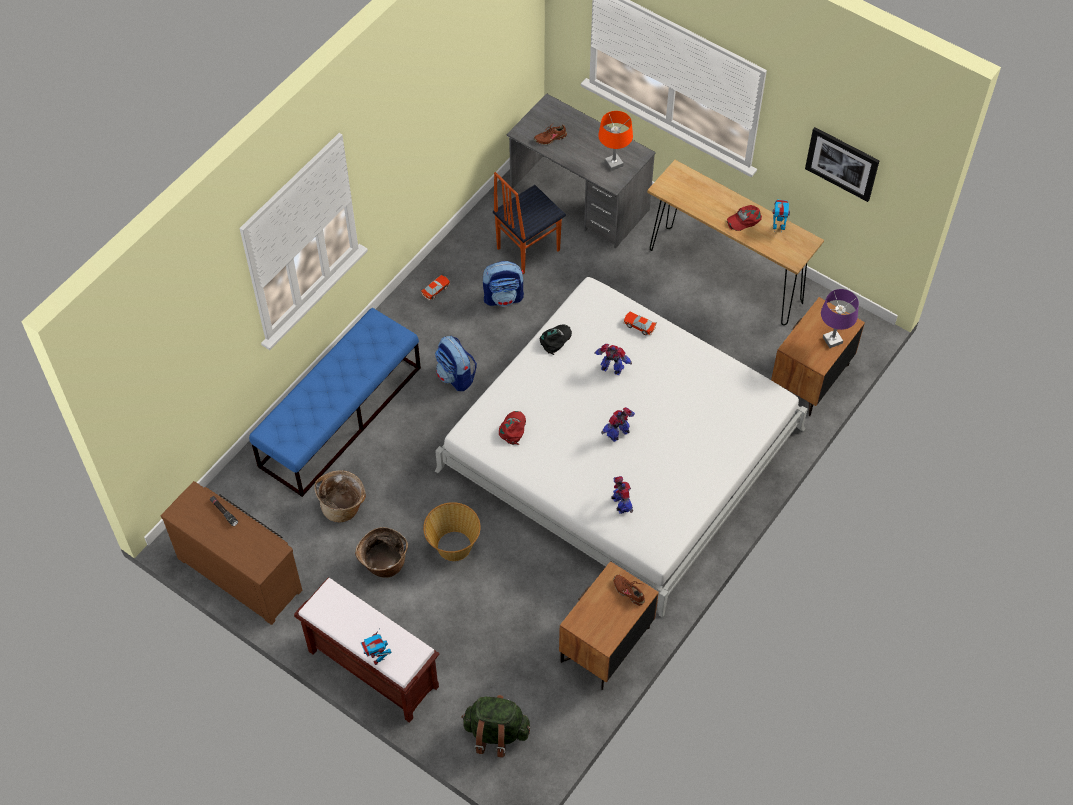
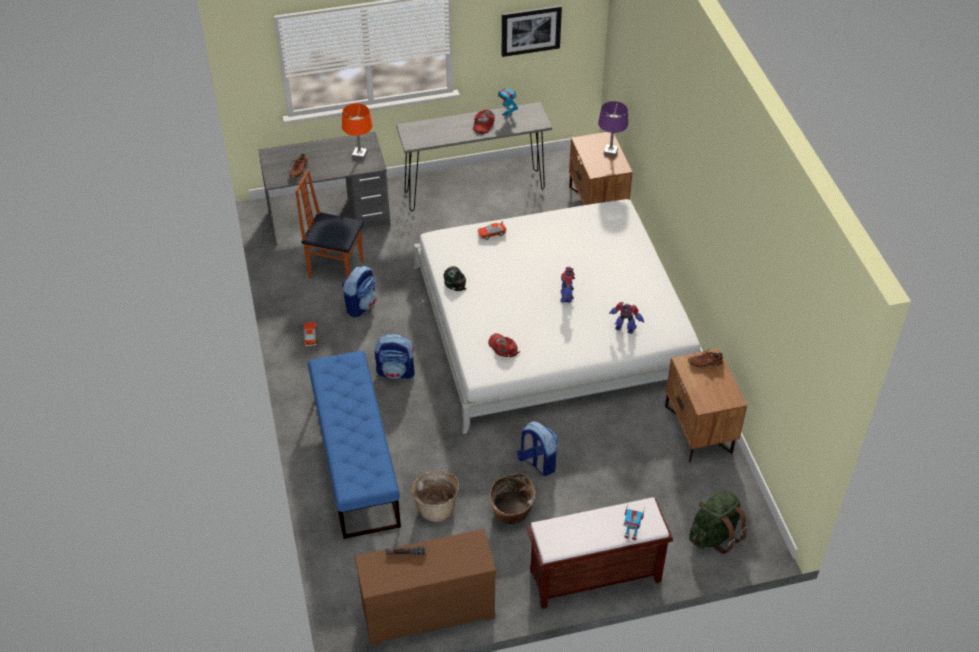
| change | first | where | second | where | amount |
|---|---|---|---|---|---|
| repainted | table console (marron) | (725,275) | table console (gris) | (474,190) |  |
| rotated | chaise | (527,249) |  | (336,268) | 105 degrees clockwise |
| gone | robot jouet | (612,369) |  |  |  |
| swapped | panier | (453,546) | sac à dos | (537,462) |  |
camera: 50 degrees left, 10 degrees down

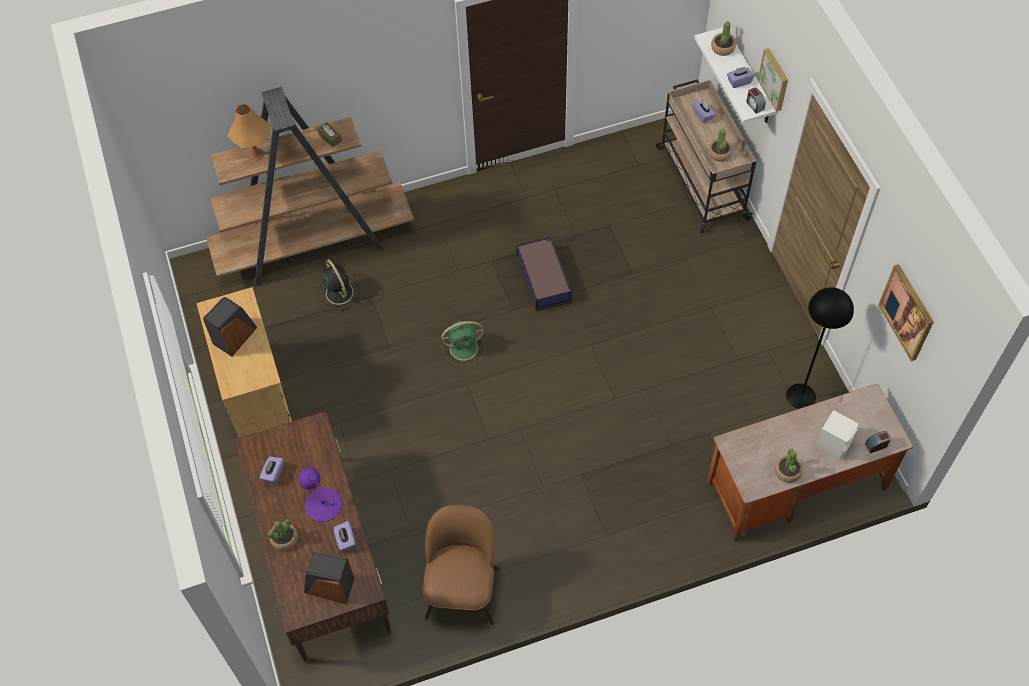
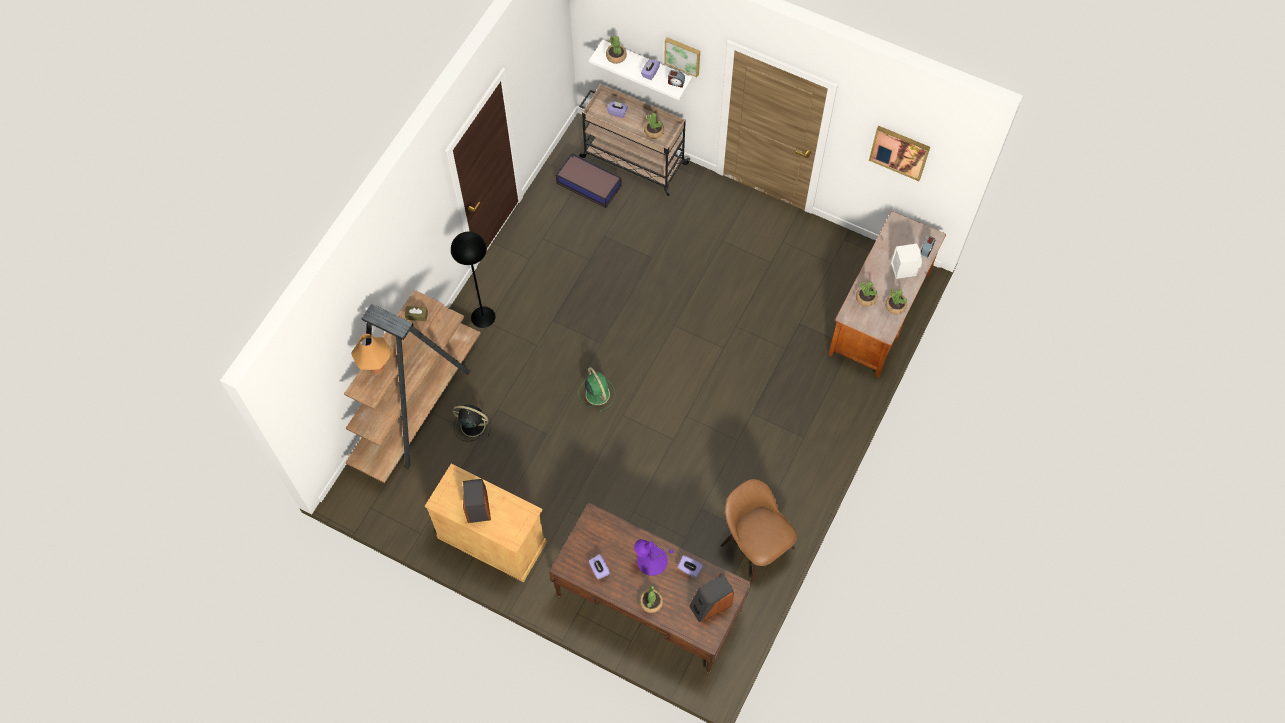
| change | first | where | second | where | amount |
|---|---|---|---|---|---|
| shifted | boîte de rangement | (543,277) |  | (588,184) |  |
| shifted | lampadaire (noir) | (800,396) |  | (483,317) |  |
| rotated | ventilateur (vert) | (465,348) |  | (597,393) | 60 degrees counterclockwise |
| new |  |  | plante en pot | (866,298) |  |
camera: 45 degrees left, 5 degrees up

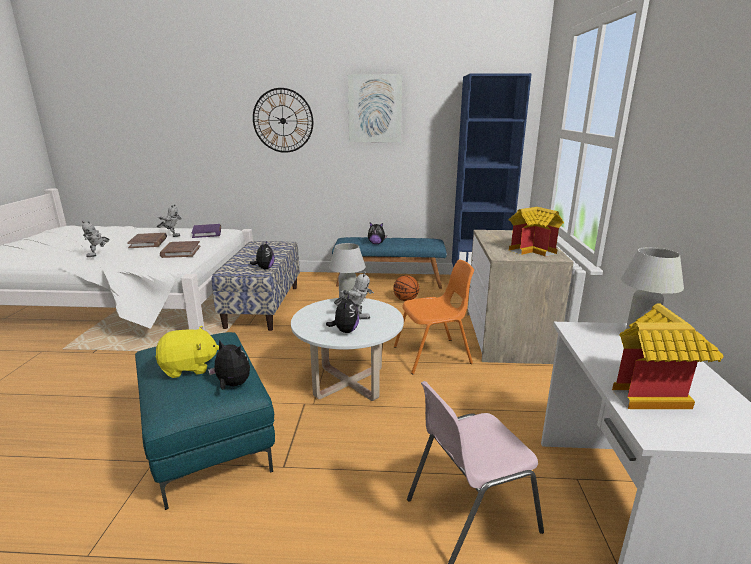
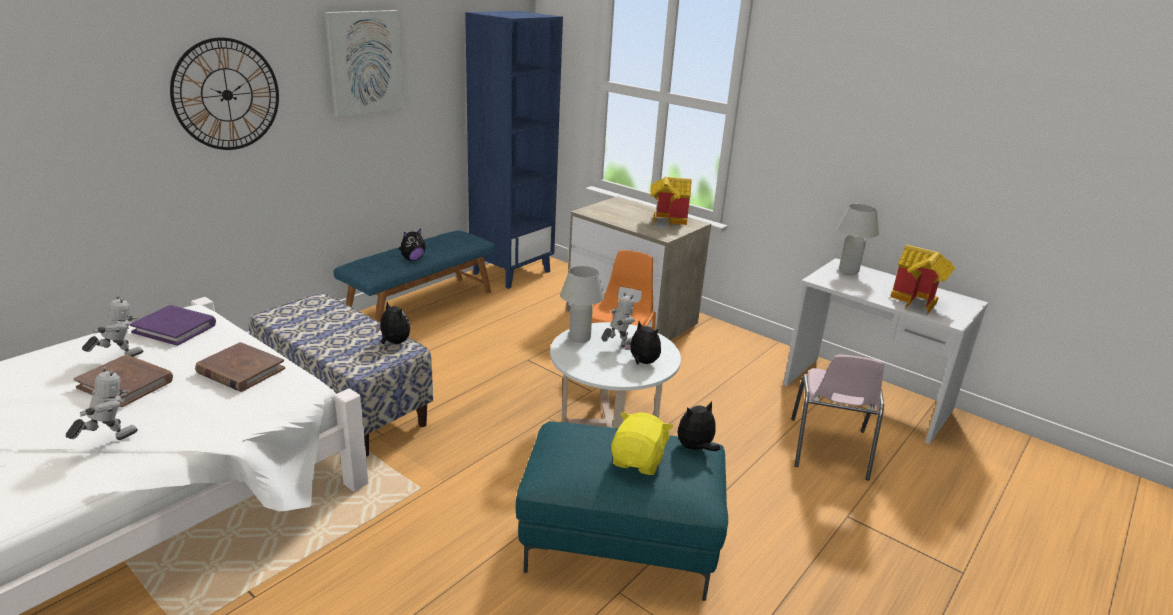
| change | first | where | second | where | amount |
|---|---|---|---|---|---|
| rotated | robot jouet | (99,255) |  | (109,440) | 105 degrees counterclockwise |
| gone | ballon de basket | (405,300) |  |  |  |
camera: 55 degrees left, 5 degrees up

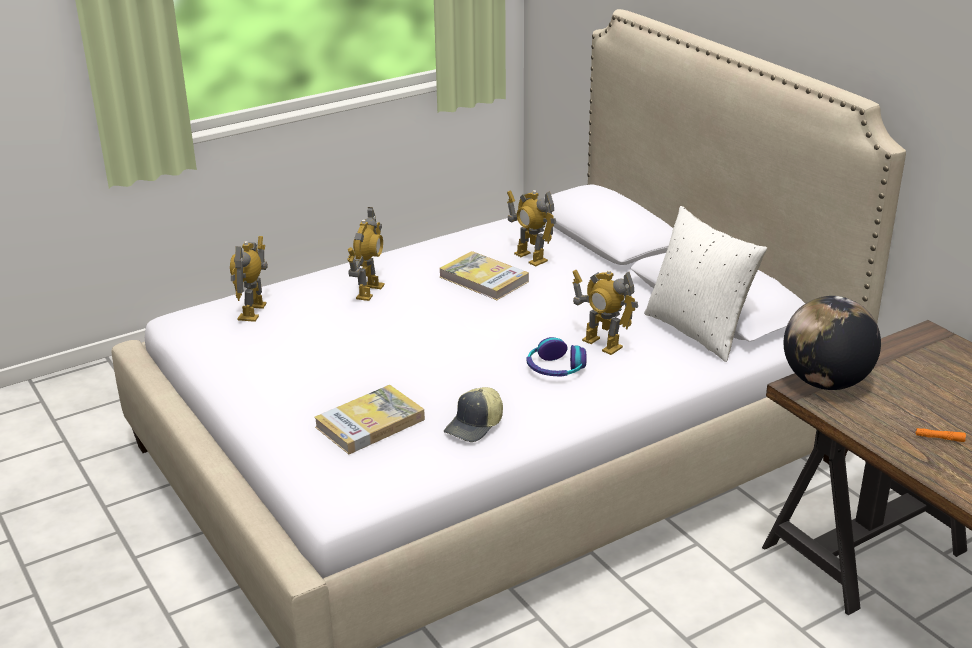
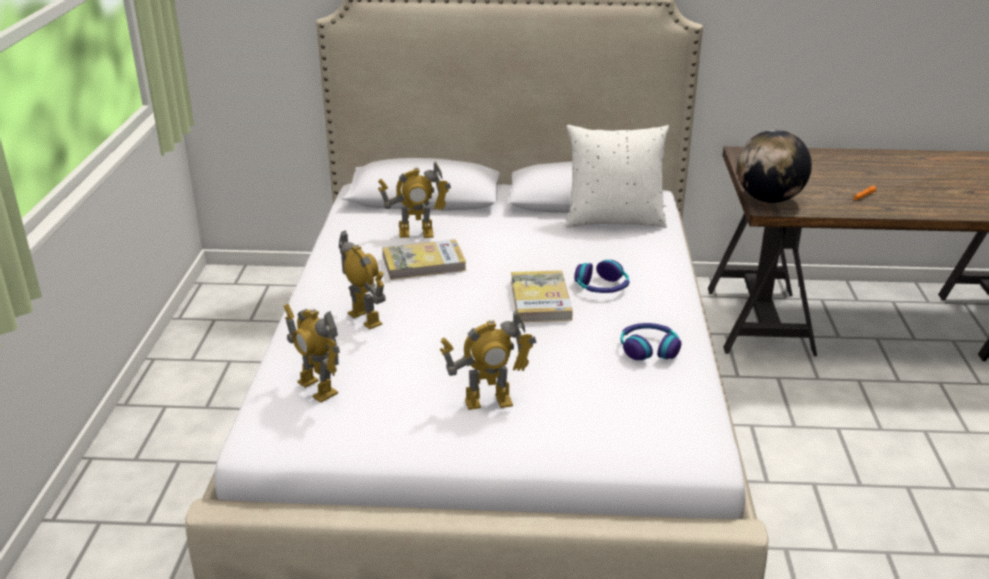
| change | first | where | second | where | amount |
|---|---|---|---|---|---|
| shifted | robot jouet | (602,344) |  | (488,402) |  |
| shifted | livre | (370,423) |  | (540,300) |  |
| swapped | casquette | (475,426) | casque audio | (649,349) |  |
camera: 55 degrees left, 0 degrees up

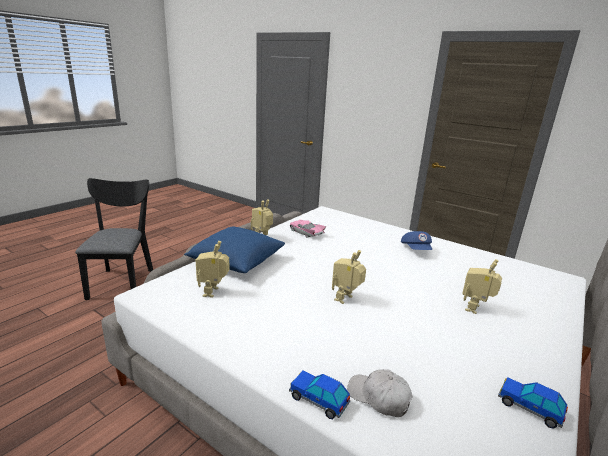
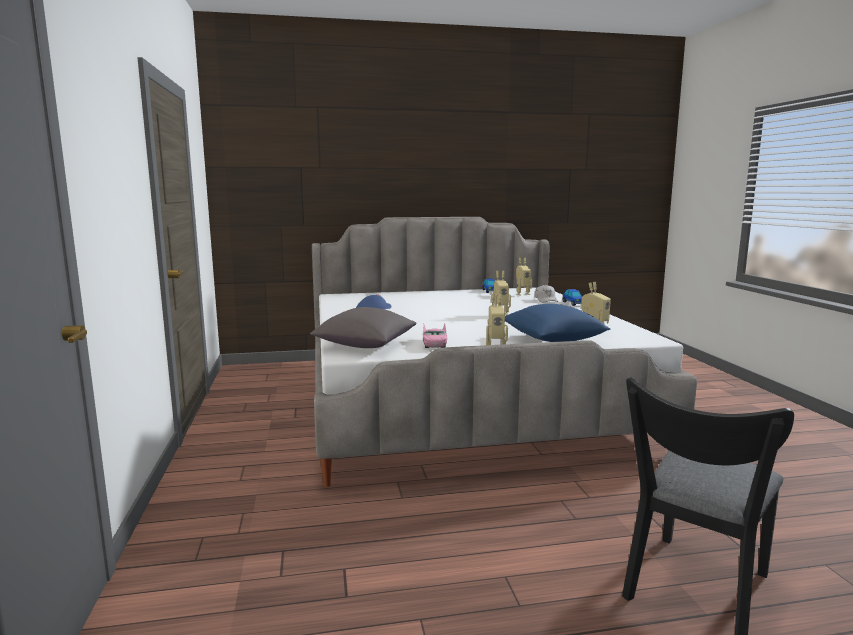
| change | first | where | second | where | amount |
|---|---|---|---|---|---|
| shifted | robot jouet | (475,309) |  | (522,294) |  |
| new |  |  | coussin (gris) | (365,345) |  |
camera: 135 degrees left, 10 degrees down

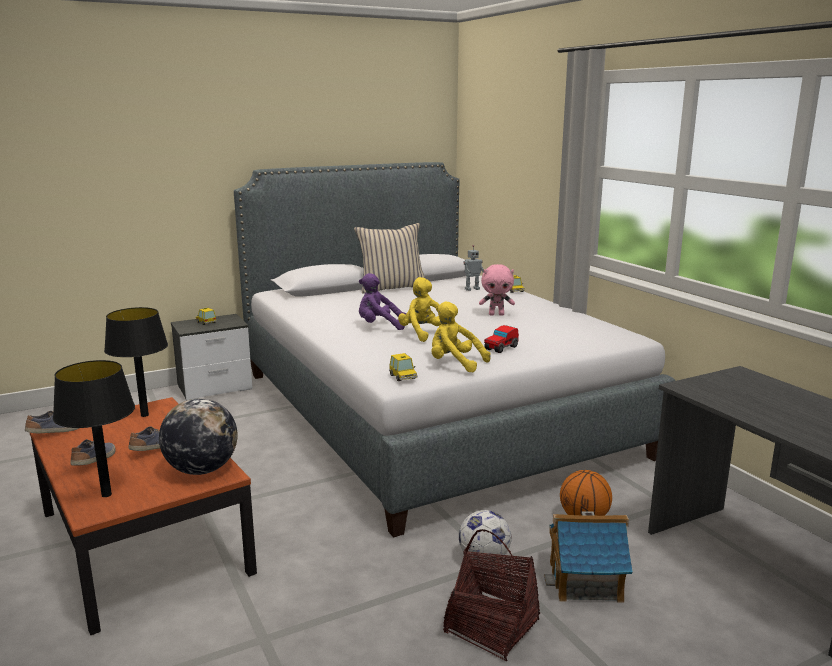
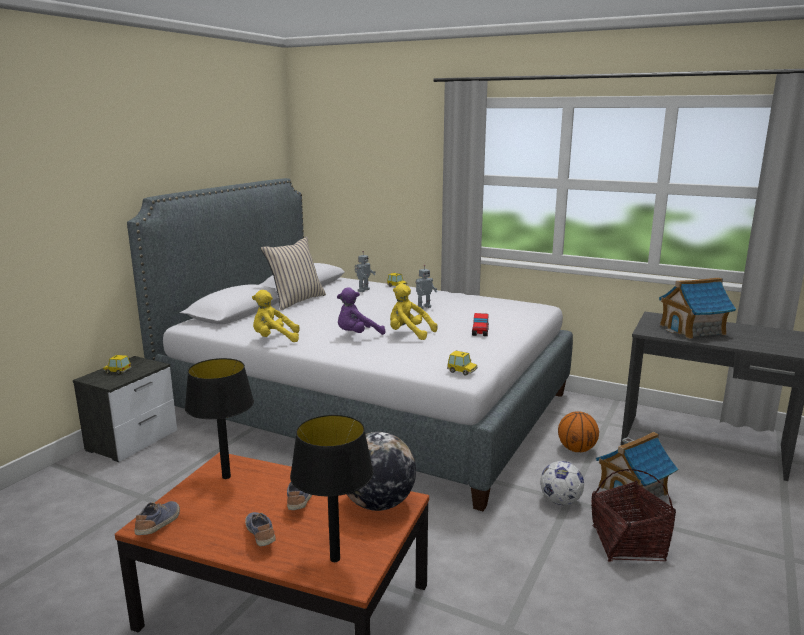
| change | first | where | second | where | amount |
|---|---|---|---|---|---|
| swapped | peluche (rose) | (496,314) | robot jouet | (423,307) |  |
| shifted | peluche (jaune) | (454,364) |  | (274,339) |  |
| new |  |  | maison miniature | (692,329) |  |
camera: 35 degrees left, 0 degrees up

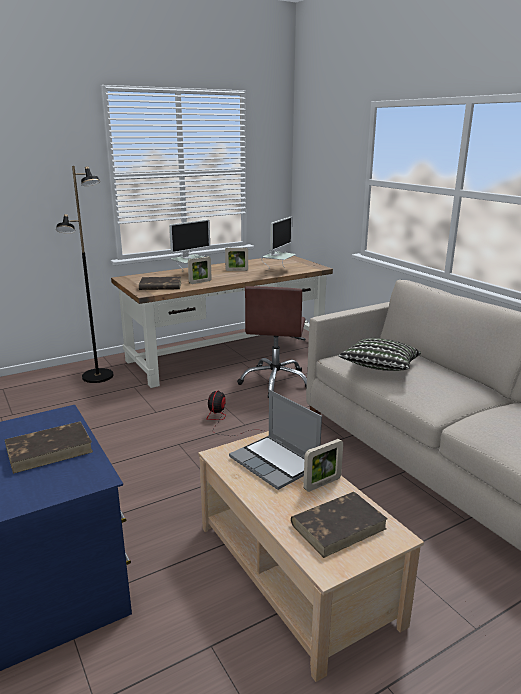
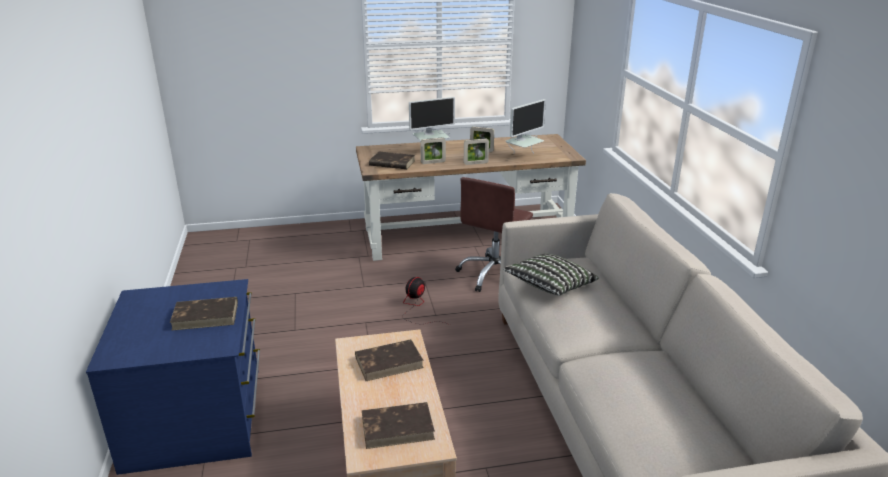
| change | first | where | second | where | amount |
|---|---|---|---|---|---|
| gone | lampadaire (noir) | (98,376) |  |  |  |
| swapped | ordinateur portable | (275,463) | livre (marron) | (389,362) |  |
| shifted | cadre photo | (322,484) |  | (475,163) |  |
camera: 20 degrees right, 5 degrees up

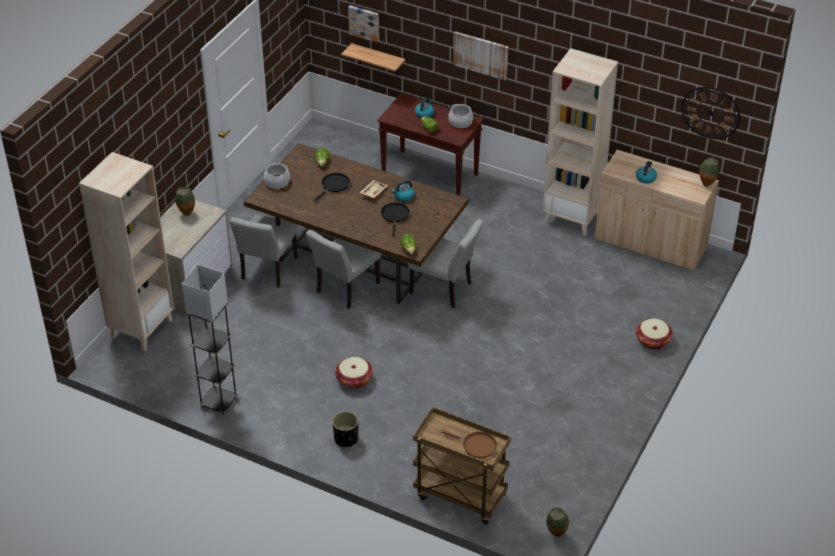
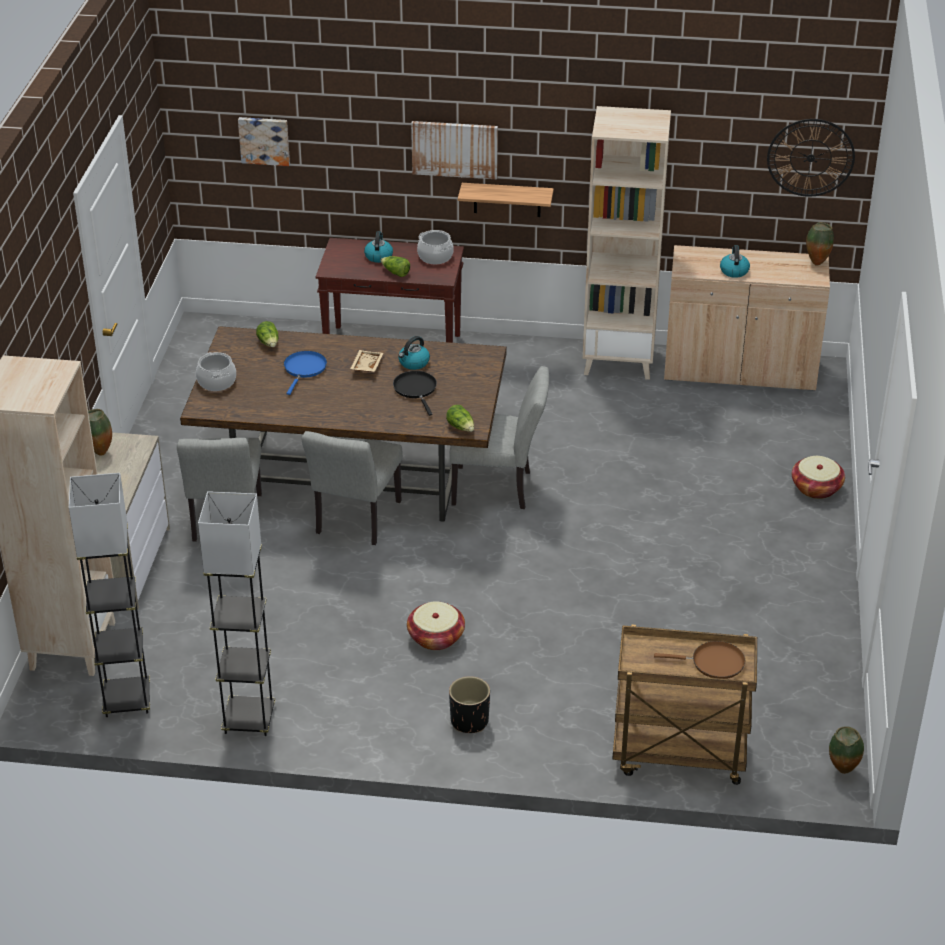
| change | first | where | second | where | amount |
|---|---|---|---|---|---|
| shifted | étagère | (378,60) |  | (507,199) |  |
| repainted | poêle (noir) | (334,185) | poêle (bleu) | (304,369) |  |
| new |  |  | lampadaire (noir) | (127,700) |  |
camera: 20 degrees left, 5 degrees down

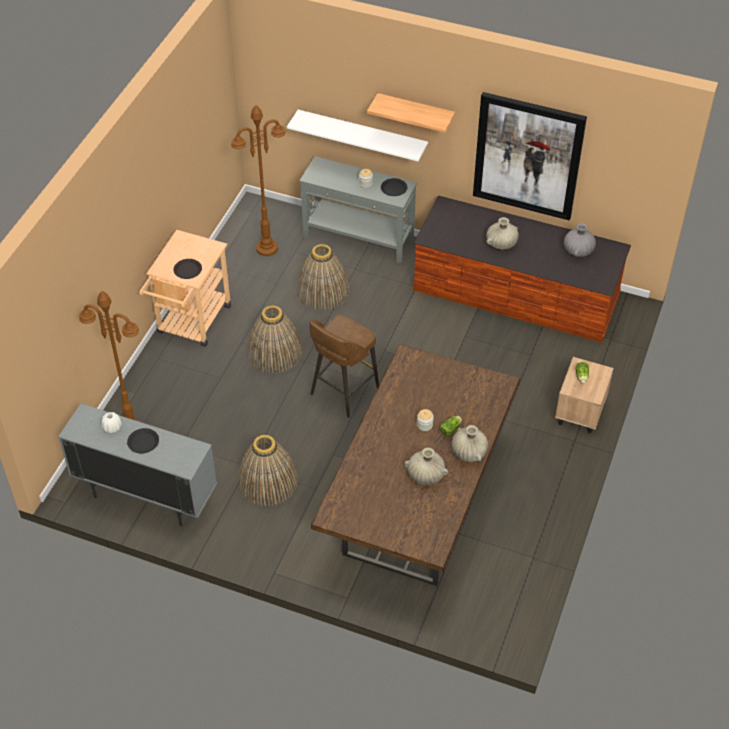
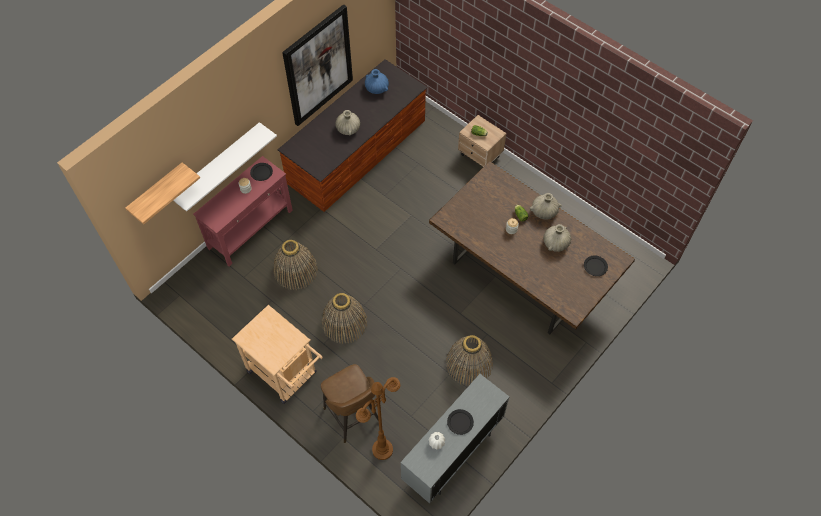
| change | first | where | second | where | amount |
|---|---|---|---|---|---|
| shifted | étagère | (415,112) |  | (157,191) |  |
| gone | lampadaire (marron) | (267,248) |  |  |  |
| repainted | table console (gris) | (358,238) | table console (rouge) | (251,229) |  |
| repainted | vase (gris) | (578,250) | vase (bleu) | (376,89) |  |
| shifted | assiette (noir) | (188,270) |  | (595,266) |  |
| shifted | tabouret (marron) | (343,392) |  | (353,416) |  |
camera: 70 degrees left, 10 degrees up

